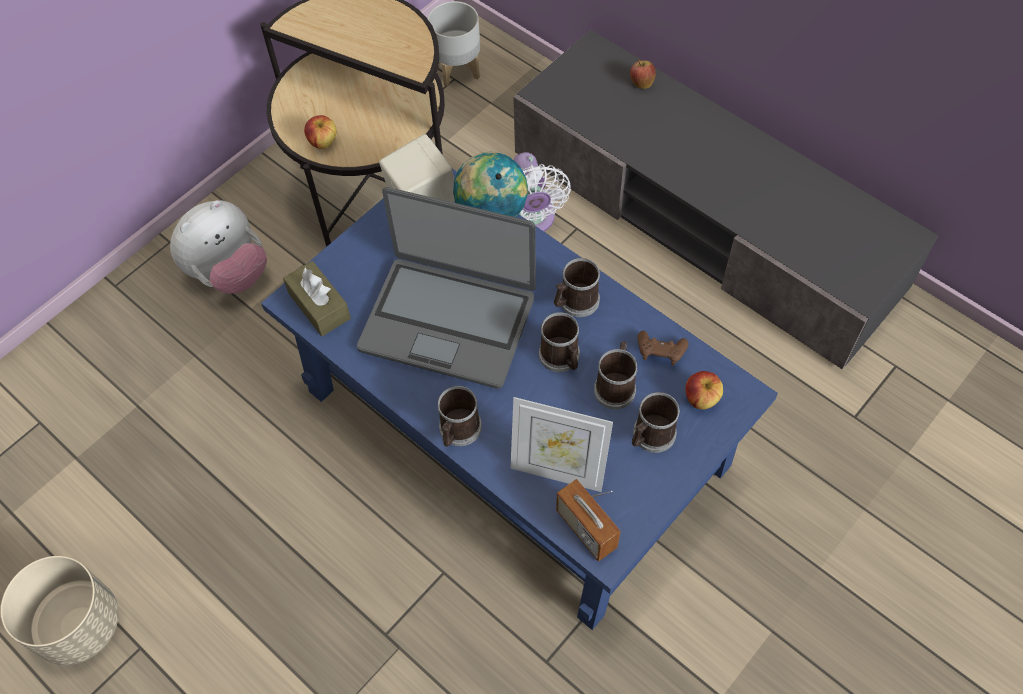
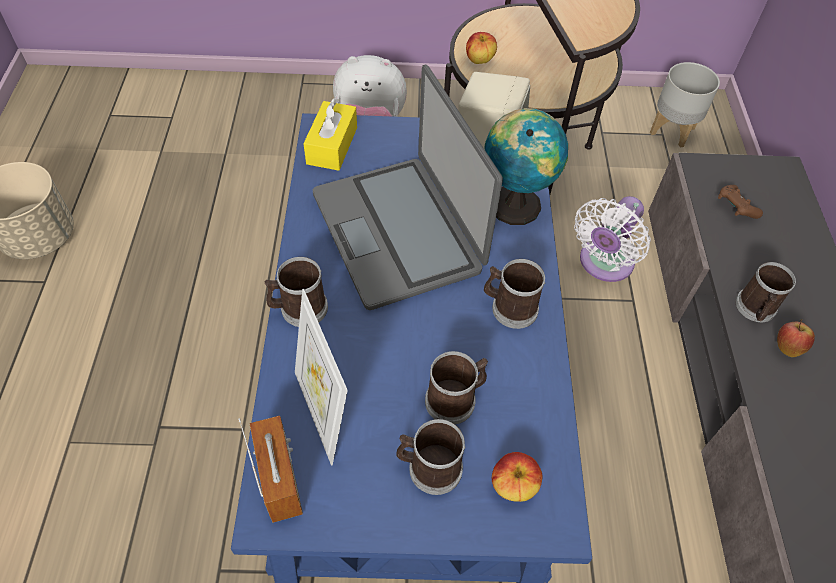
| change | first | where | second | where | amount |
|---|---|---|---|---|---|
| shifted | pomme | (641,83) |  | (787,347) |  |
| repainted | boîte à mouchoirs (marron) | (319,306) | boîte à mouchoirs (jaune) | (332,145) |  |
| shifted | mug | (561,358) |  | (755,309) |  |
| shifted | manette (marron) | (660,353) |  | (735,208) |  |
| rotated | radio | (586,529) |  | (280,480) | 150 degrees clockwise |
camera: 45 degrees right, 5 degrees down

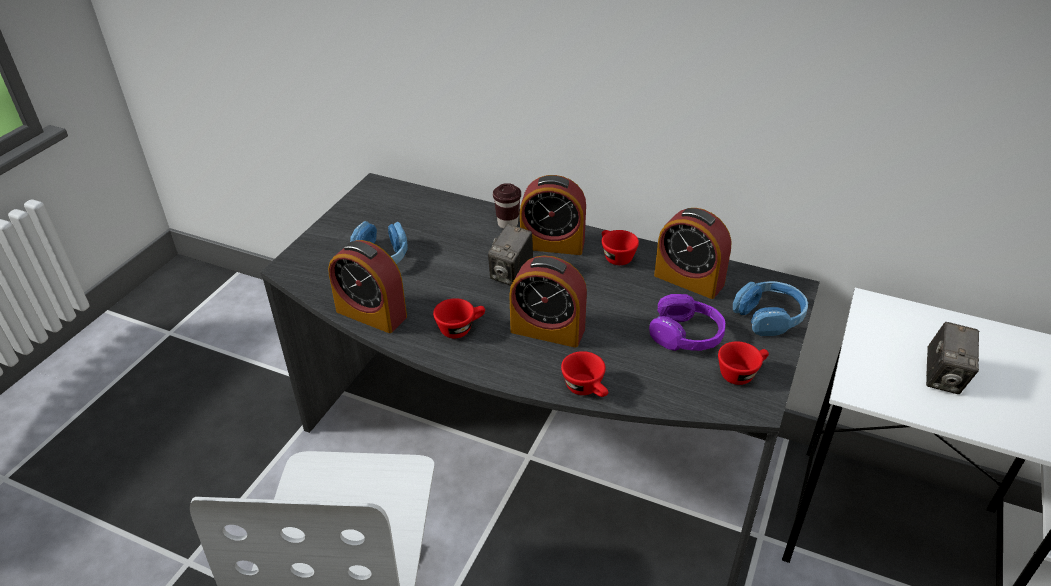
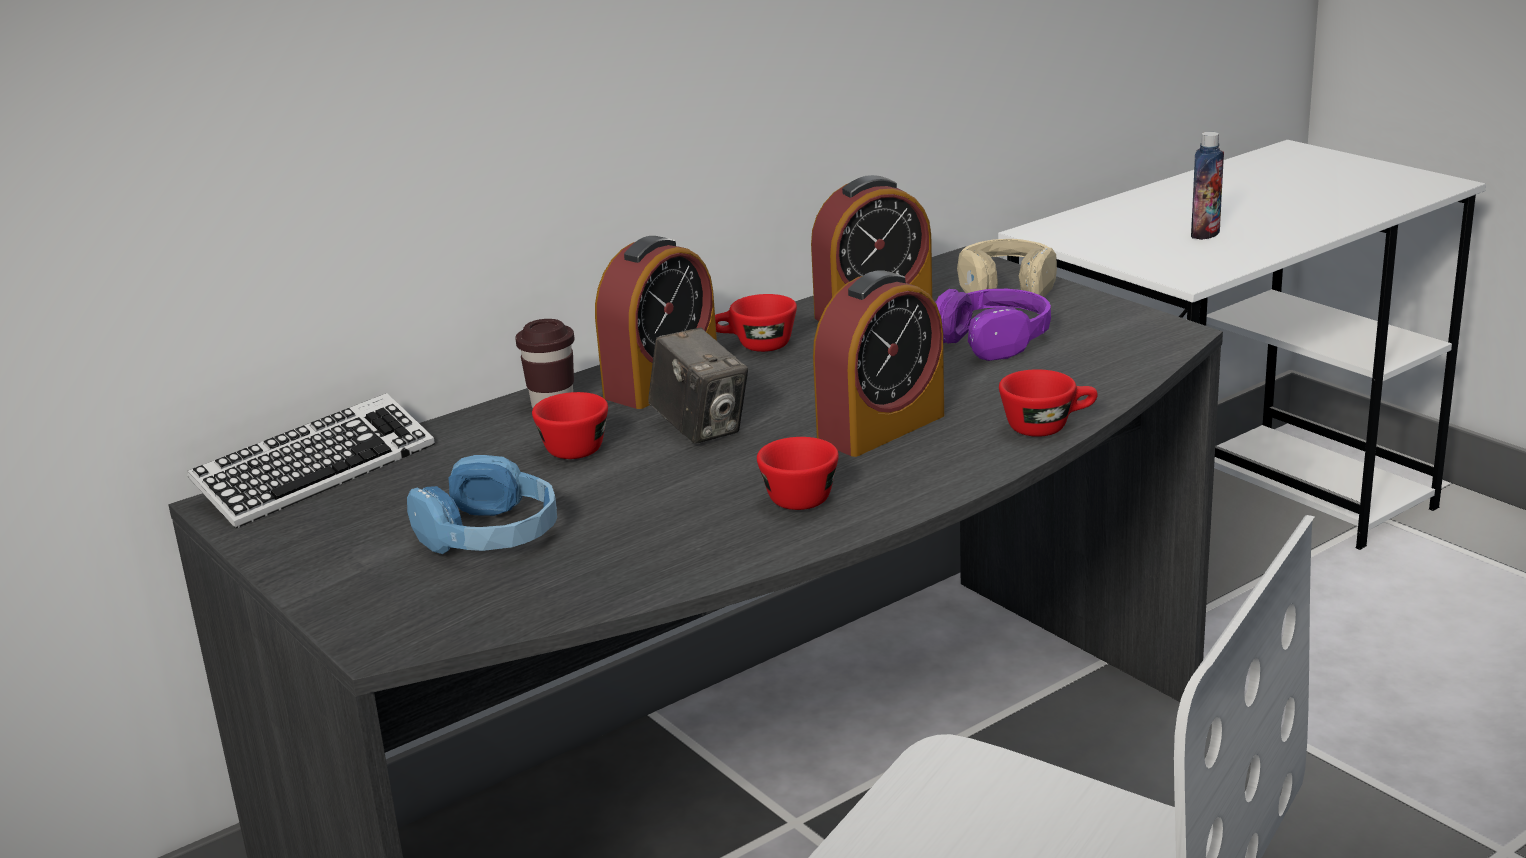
| change | first | where | second | where | amount |
|---|---|---|---|---|---|
| gone | réveil | (371,314) |  |  |  |
| repainted | casque audio (bleu) | (769,316) | casque audio (beige) | (1006,286) |  |
| swapped | appareil photo | (943,377) | bouteille | (1205,234) |  |
| shifted | tasse (rouge) | (741,373) |  | (575,446) |  |
| new |  |  | clavier | (316,473) |  |
camera: 60 degrees left, 15 degrees down

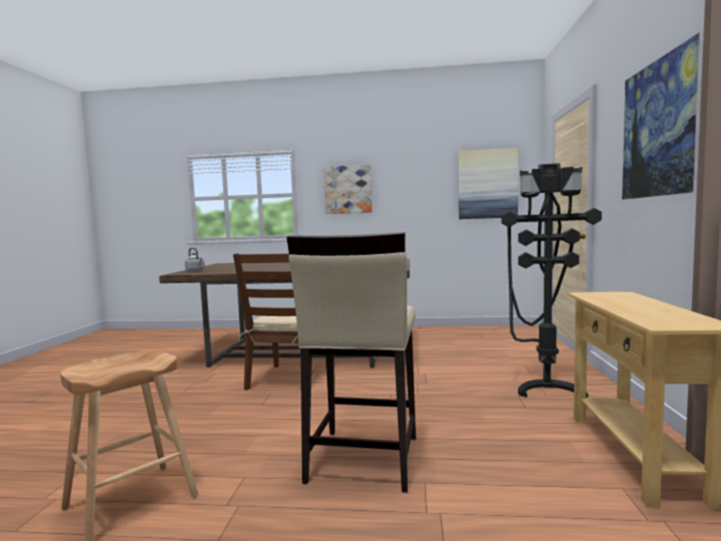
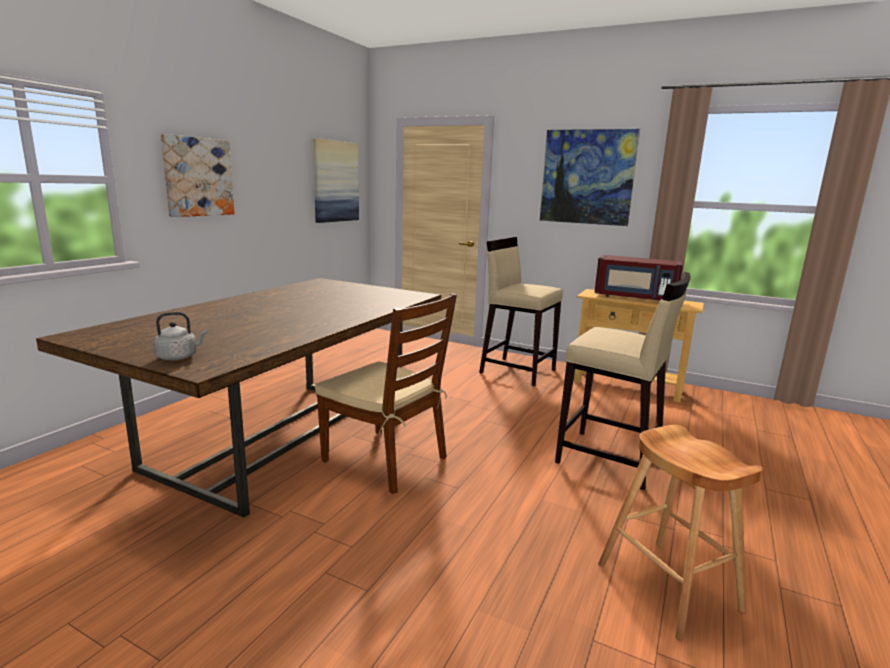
| change | first | where | second | where | amount |
|---|---|---|---|---|---|
| swapped | lampadaire (noir) | (547,387) | tabouret (beige) | (517,371) |  |
| new |  |  | micro-ondes (rouge) | (635,298) |  |
camera: 70 degrees left, 10 degrees up

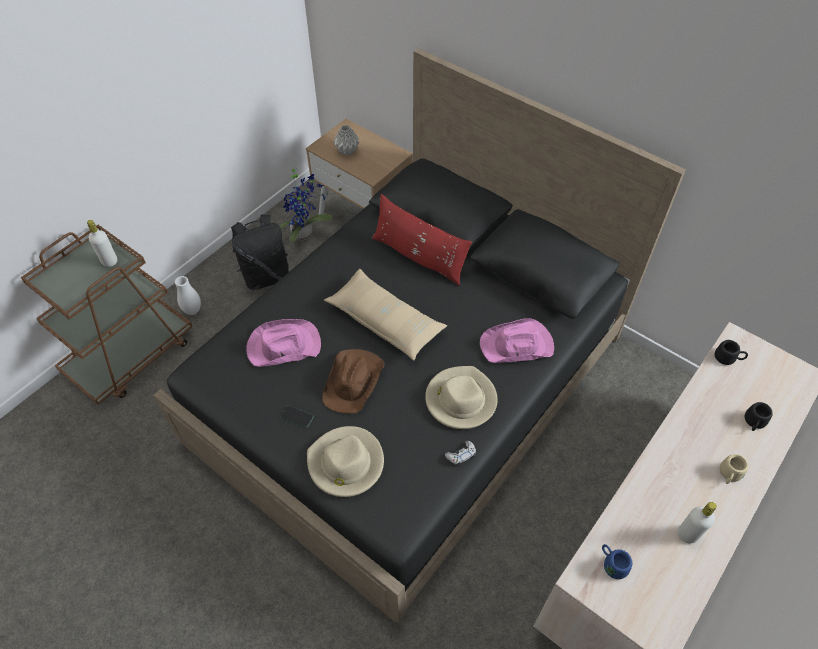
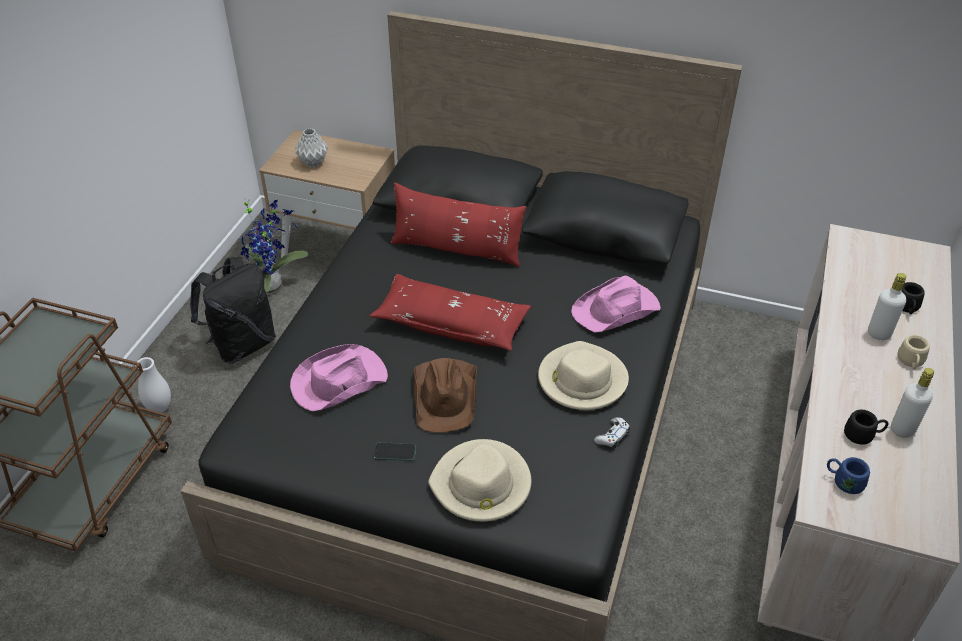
| change | first | where | second | where | amount |
|---|---|---|---|---|---|
| shifted | bouteille (blanc) | (109,261) |  | (879,333) |  |
| repainted | coussin (beige) | (385,321) | coussin (rouge) | (451,323) |  |
| shifted | mug (noir) | (728,358) |  | (863,435) |  |
camera: 20 degrees left, 10 degrees down

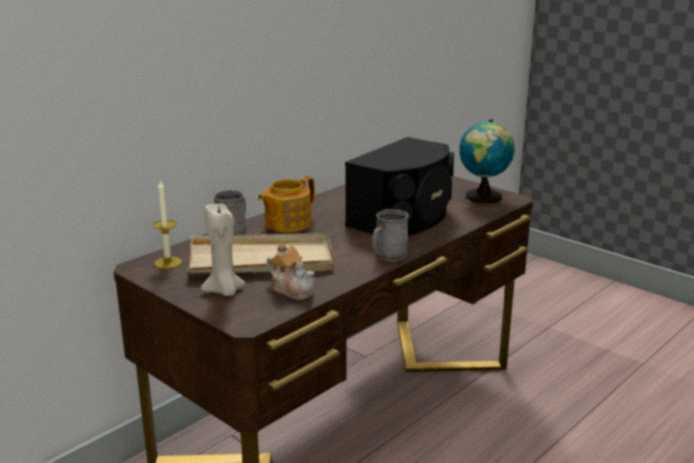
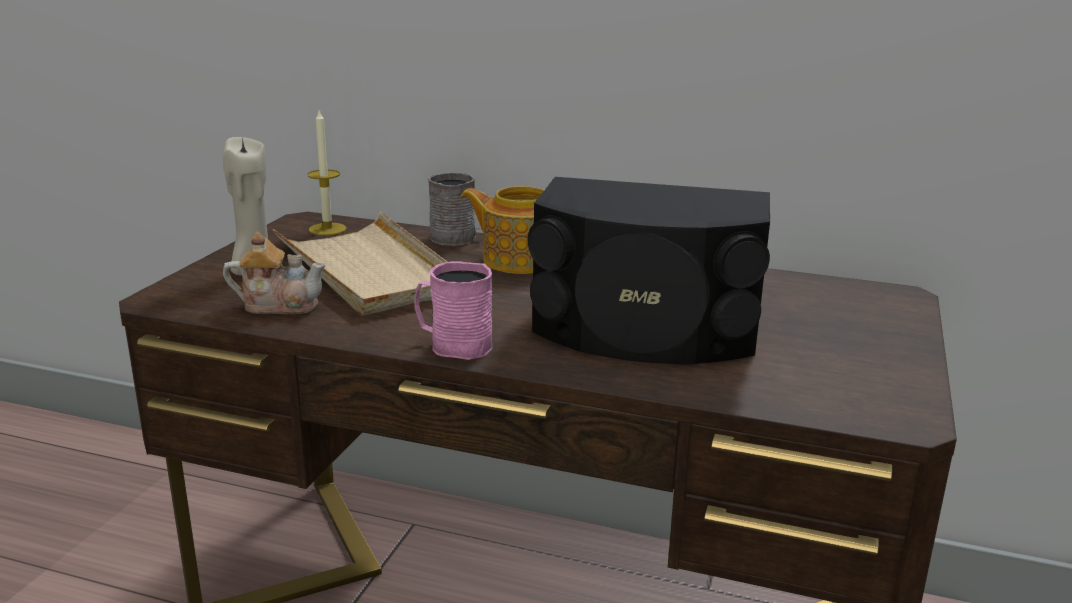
| change | first | where | second | where | amount |
|---|---|---|---|---|---|
| gone | globe | (483,197) |  |  |  |
| repainted | mug (gris) | (388,256) | mug (rose) | (453,345) |  |
| rotated | théière | (292,289) |  | (279,305) | 105 degrees counterclockwise |
camera: 65 degrees right, 0 degrees up

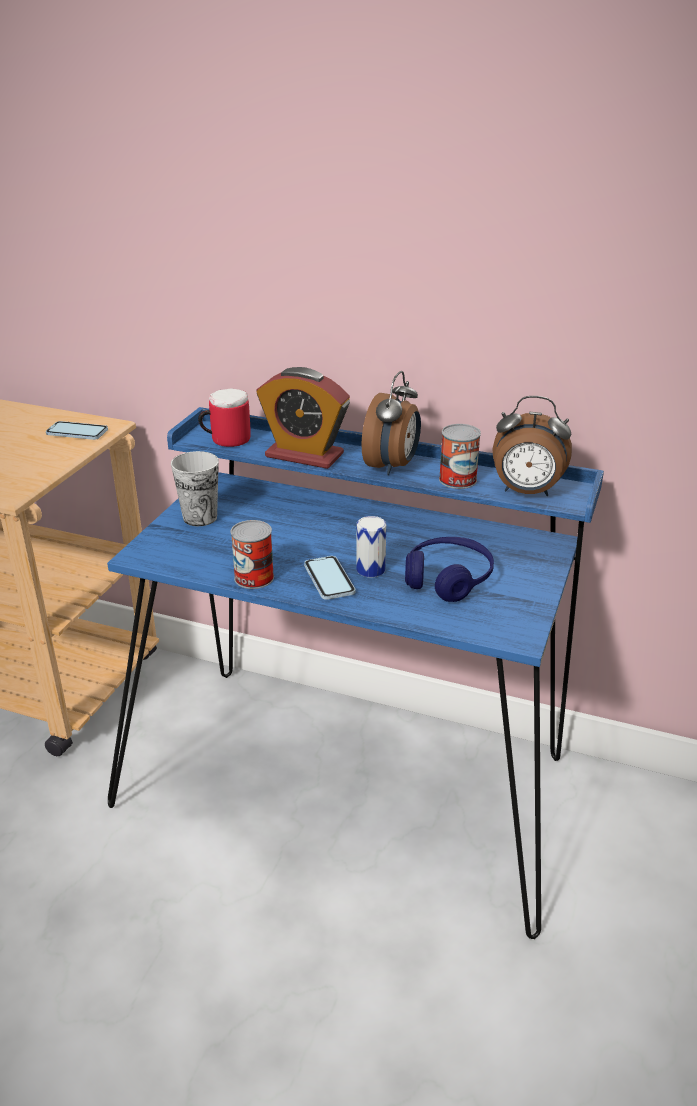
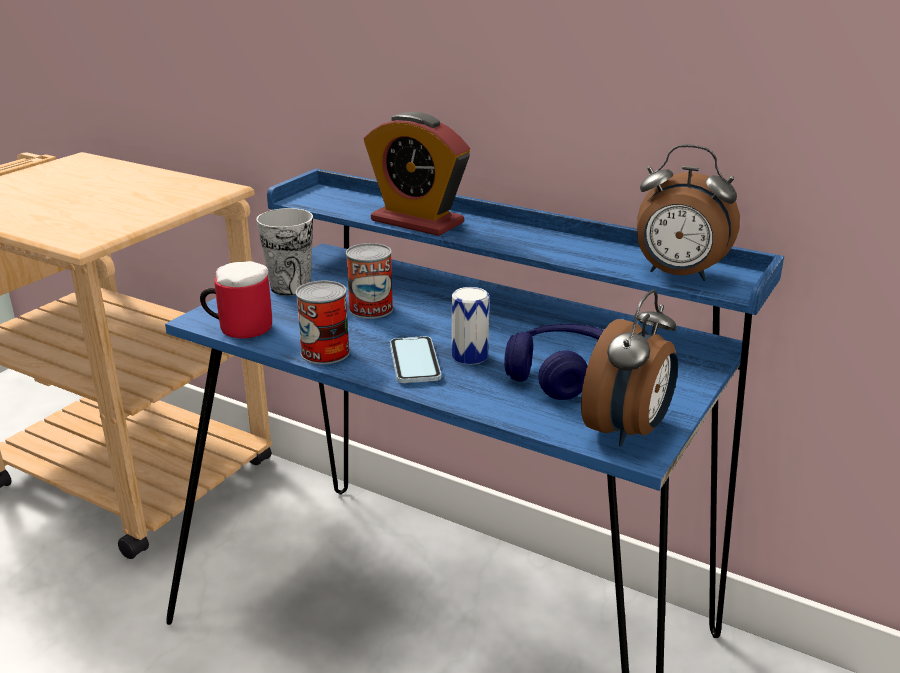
| change | first | where | second | where | amount |
|---|---|---|---|---|---|
| shifted | réveil | (392,466) |  | (628,431) |  |
| shifted | mug | (225,439) |  | (239,328) |  |
| gone | téléphone | (77,432) |  |  |  |
| shifted | boîte métallique | (457,480) |  | (371,309) |  |
camera: 10 degrees right, 5 degrees down

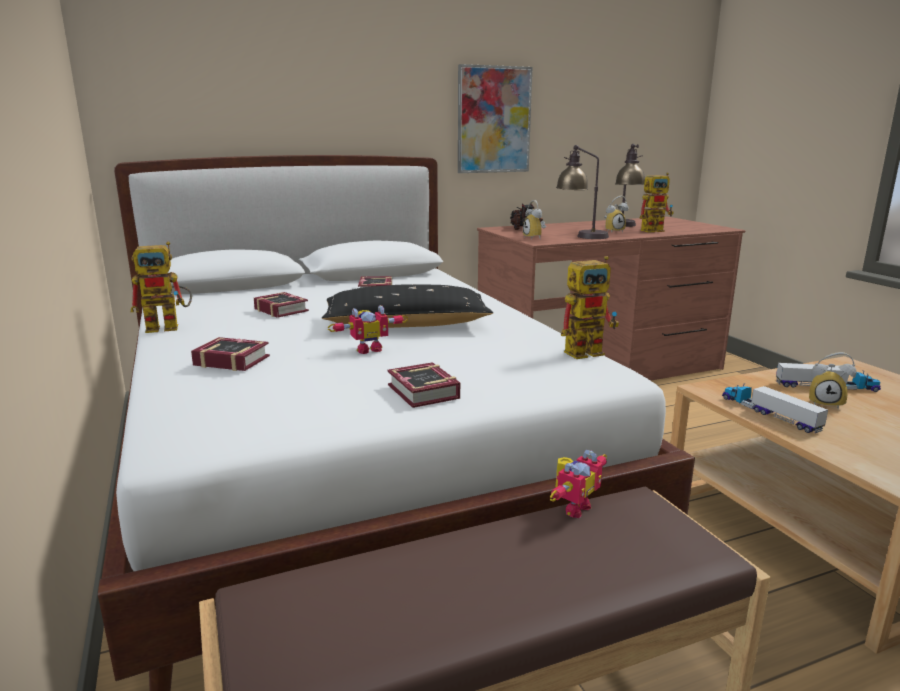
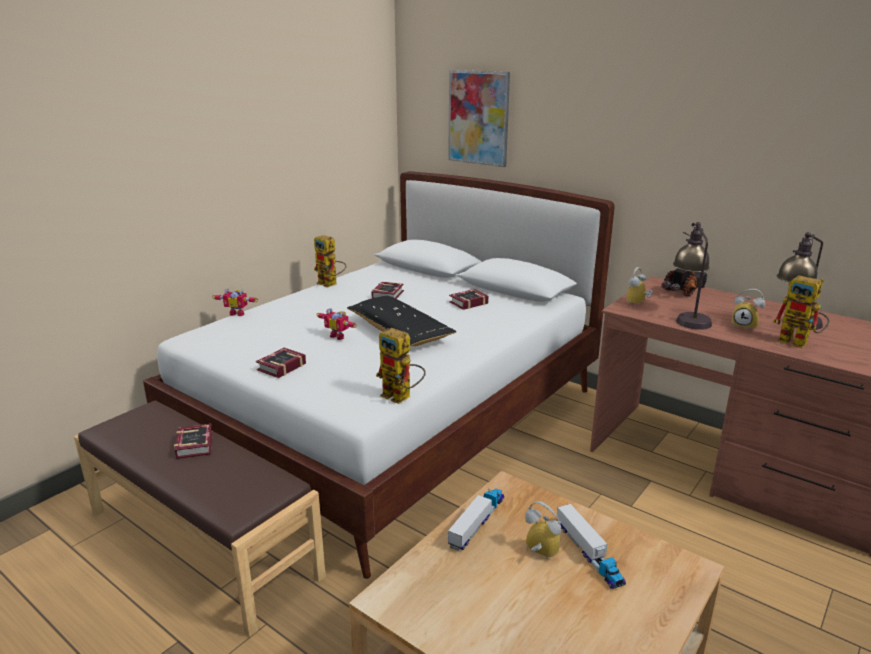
| change | first | where | second | where | amount |
|---|---|---|---|---|---|
| shifted | tableau | (493,120) |  | (478,118) |  |
| shifted | livre | (230,360) |  | (196,444) |  |
| rotated | réveil | (826,403) |  | (538,554) | 135 degrees clockwise |
| shifted | robot jouet | (572,507) |  | (238,313) |  |
camera: 60 degrees right, 5 degrees up

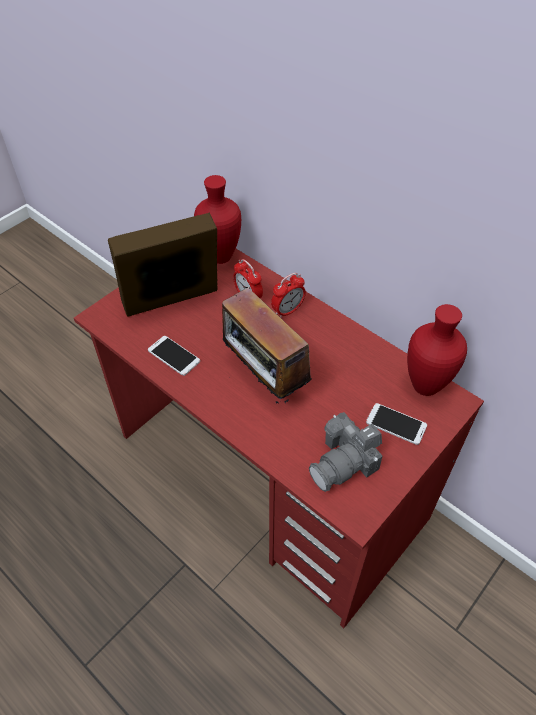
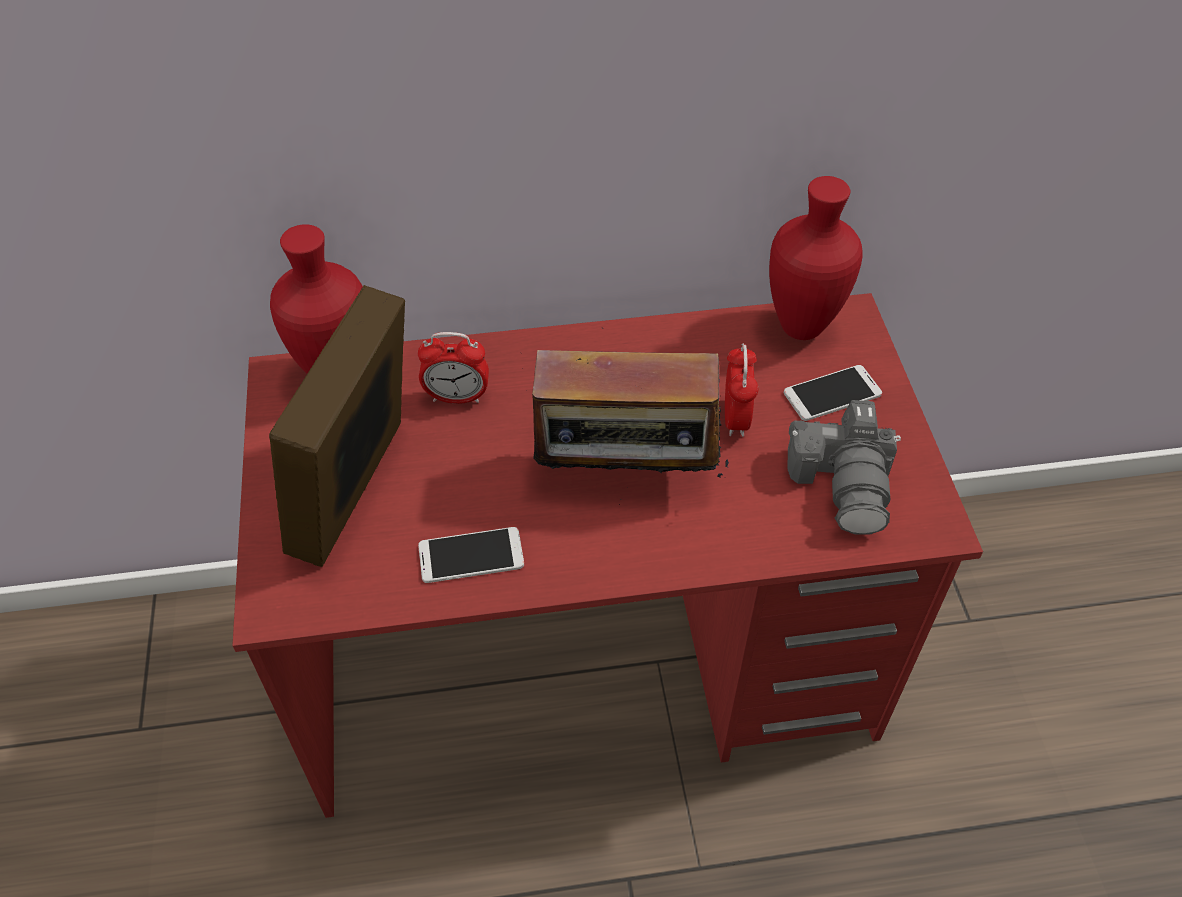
| change | first | where | second | where | amount |
|---|---|---|---|---|---|
| shifted | réveil | (287,311) |  | (735,418) |  |
camera: 50 degrees left, 0 degrees up

